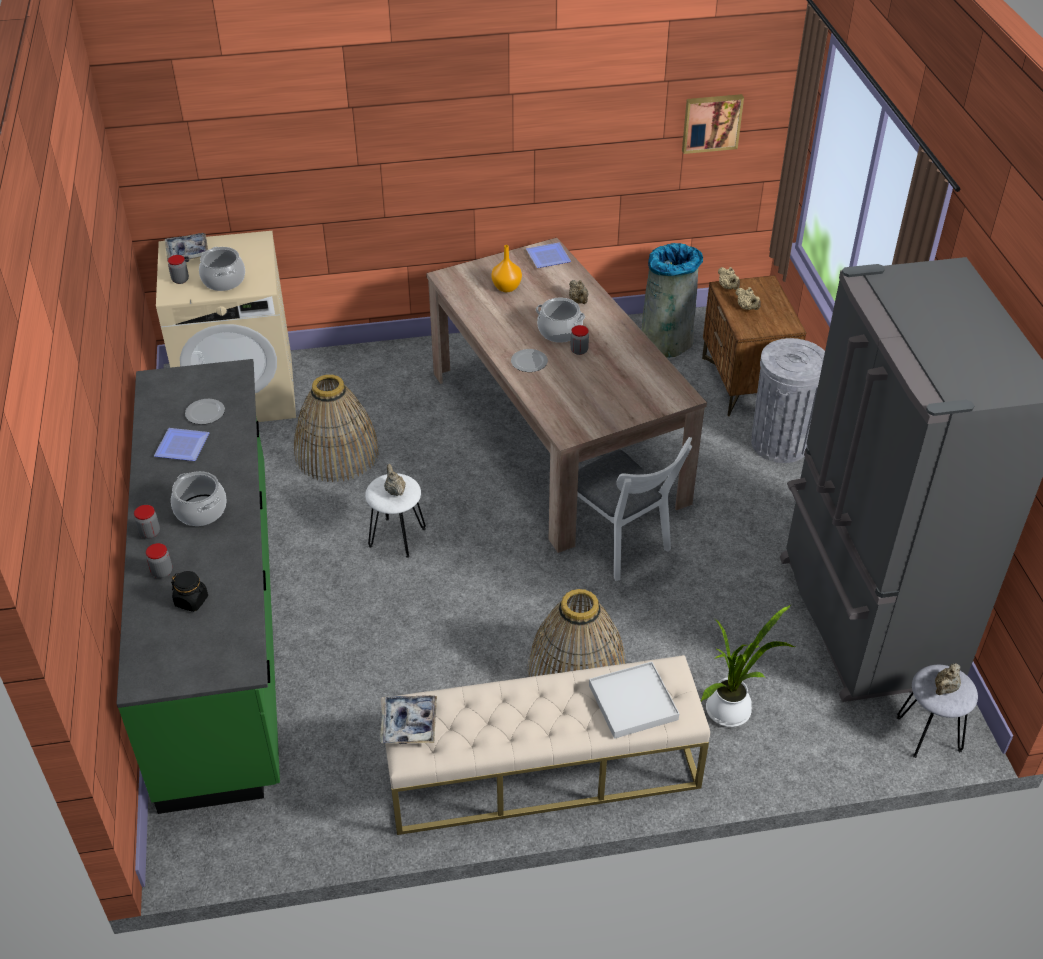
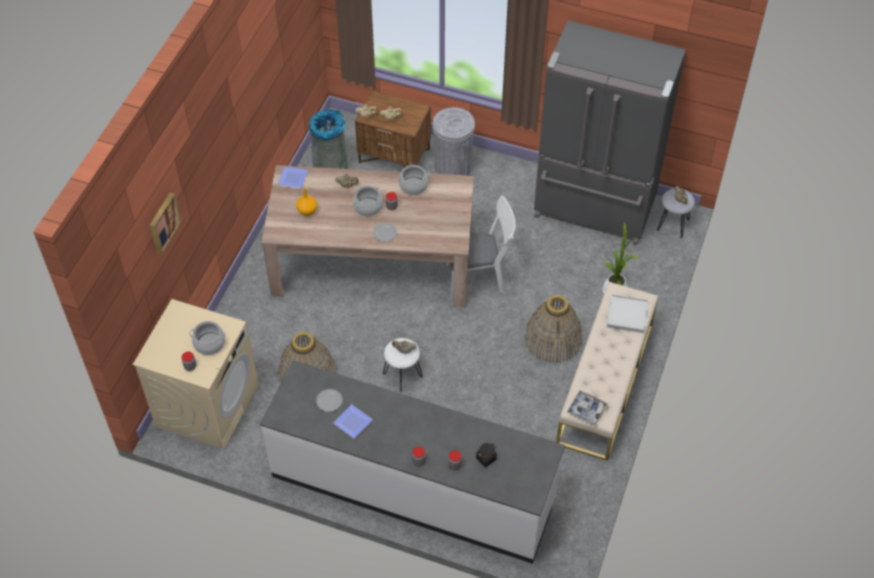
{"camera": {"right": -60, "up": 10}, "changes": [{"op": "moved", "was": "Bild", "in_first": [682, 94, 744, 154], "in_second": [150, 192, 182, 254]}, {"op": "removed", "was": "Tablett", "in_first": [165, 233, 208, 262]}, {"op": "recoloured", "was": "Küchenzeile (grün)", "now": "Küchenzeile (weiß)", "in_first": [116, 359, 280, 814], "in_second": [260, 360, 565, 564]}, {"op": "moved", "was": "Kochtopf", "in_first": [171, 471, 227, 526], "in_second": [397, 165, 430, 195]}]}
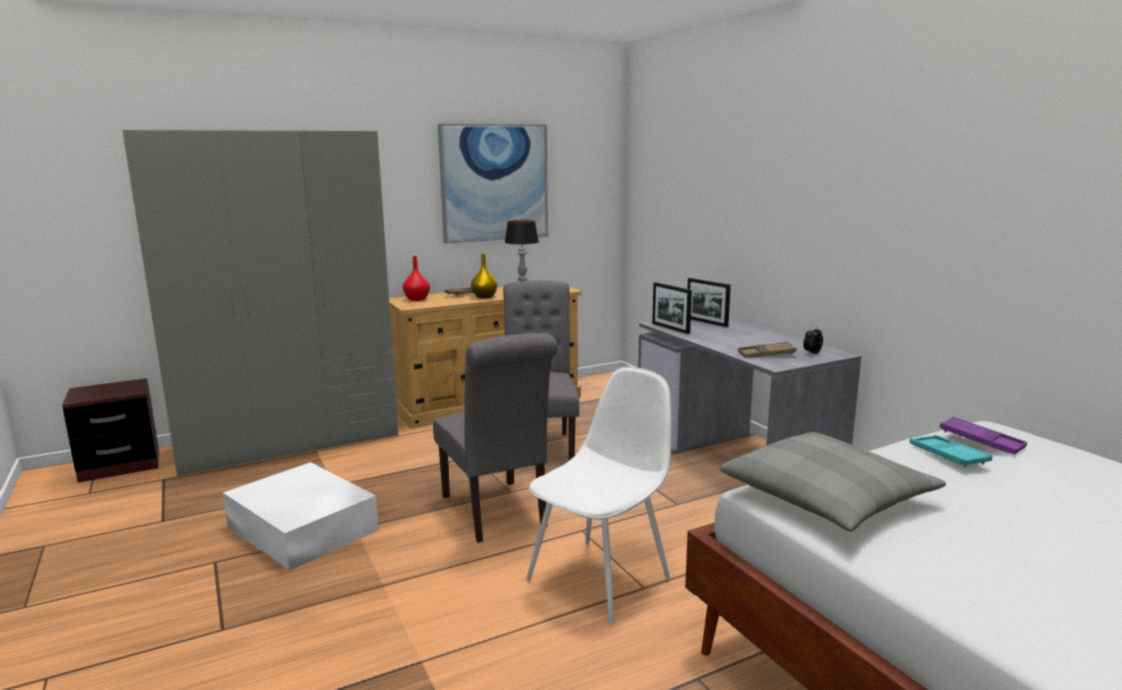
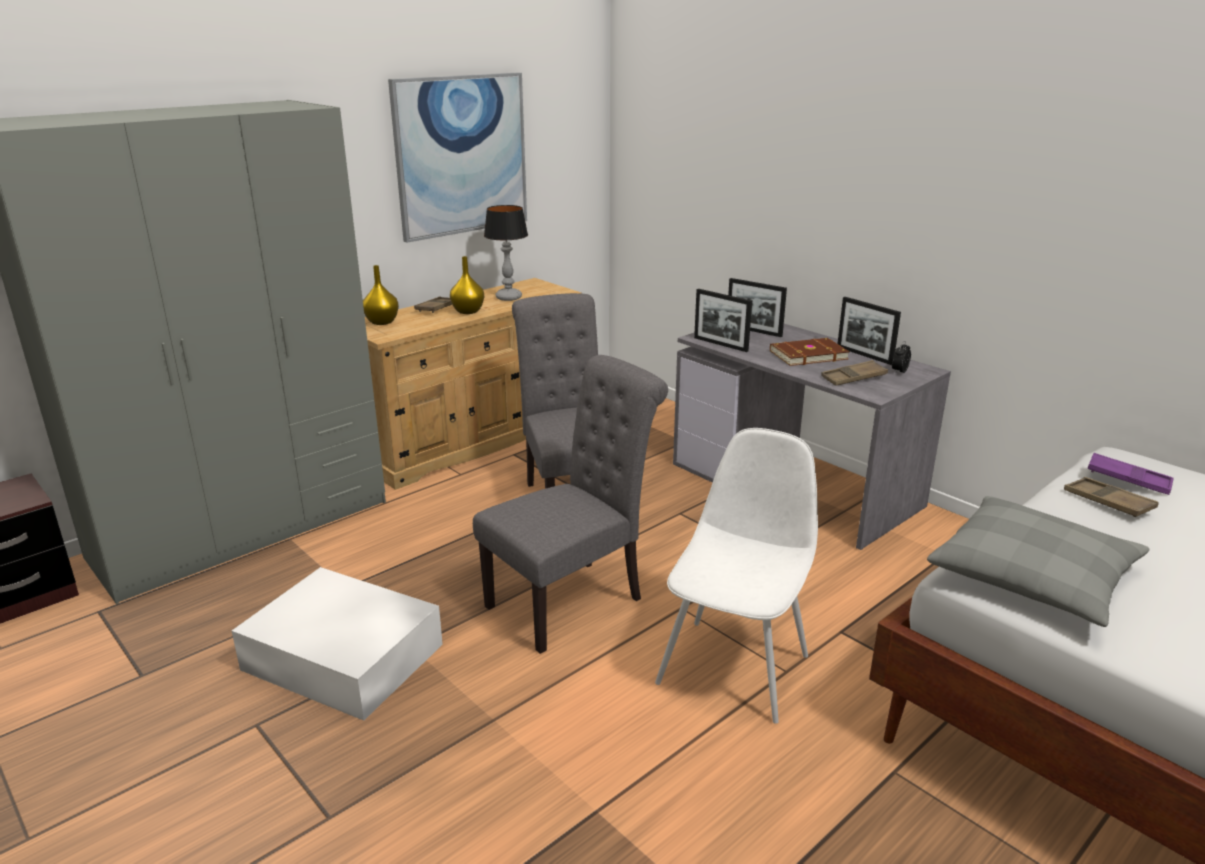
{"camera": {"right": -15, "up": 10}, "changes": [{"op": "recoloured", "was": "Vase (rot)", "now": "Vase (gelb)", "in_first": [403, 256, 430, 301], "in_second": [363, 265, 399, 325]}, {"op": "turned", "was": "Stuhl (grau)", "in_first": [433, 333, 558, 543], "in_second": [473, 355, 668, 654], "clockwise": -90}, {"op": "recoloured", "was": "Tablett (türkis)", "now": "Tablett (braun)", "in_first": [910, 435, 992, 467], "in_second": [1064, 477, 1159, 517]}, {"op": "added", "now": "Bilderrahmen", "in_second": [838, 297, 901, 365]}, {"op": "added", "now": "Buch (braun)", "in_second": [770, 338, 850, 366]}]}
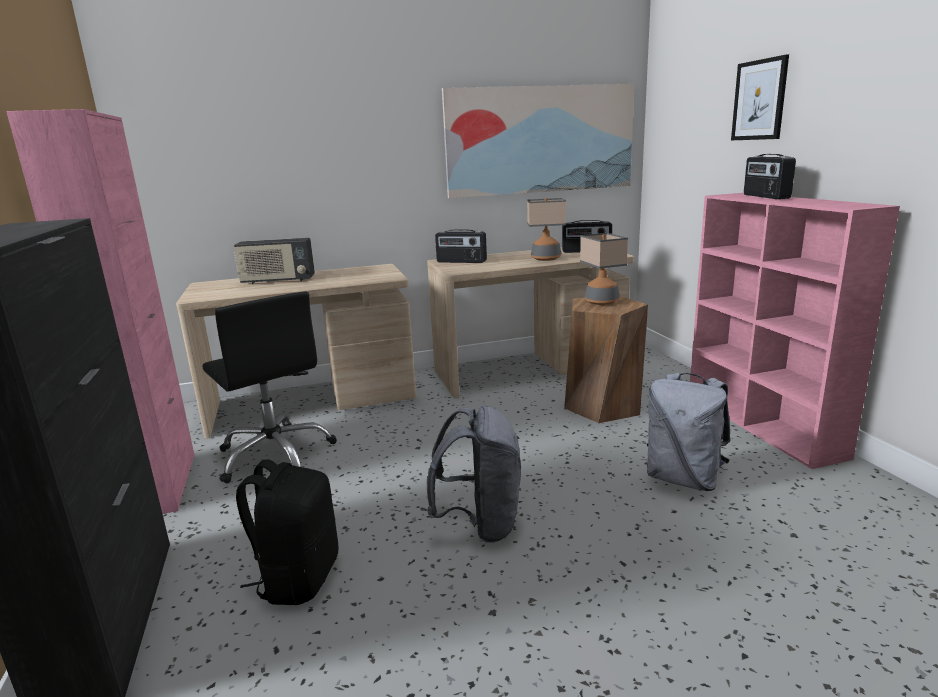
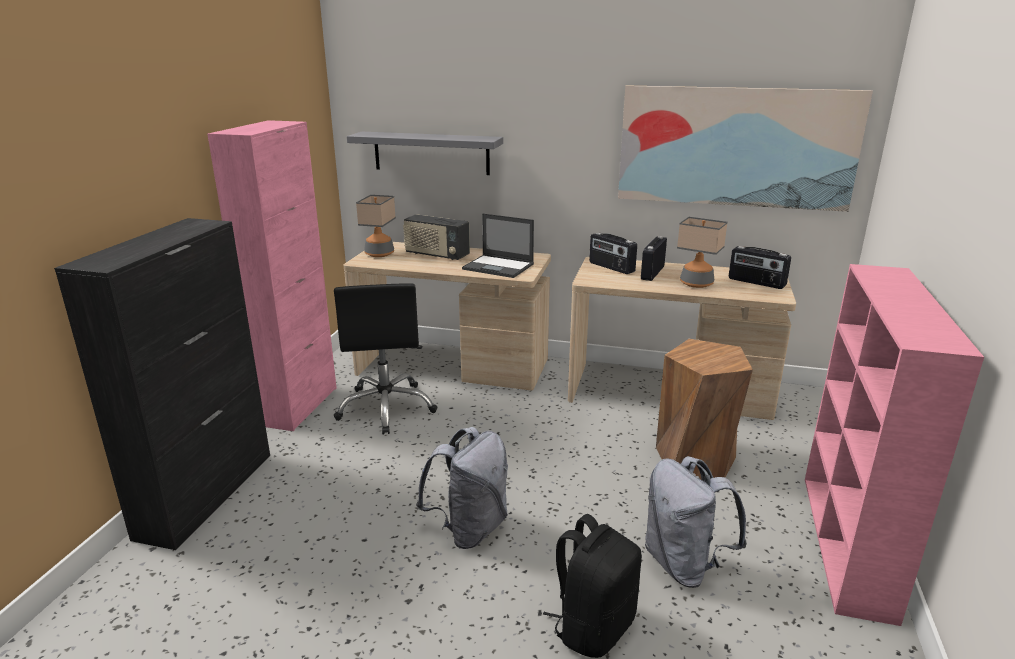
{"camera": {"right": 30, "up": 5}, "changes": [{"op": "removed", "was": "Bild", "in_first": [731, 55, 789, 140]}, {"op": "moved", "was": "Radio", "in_first": [744, 154, 796, 199], "in_second": [641, 236, 667, 281]}, {"op": "moved", "was": "Tischlampe", "in_first": [580, 233, 628, 305], "in_second": [356, 195, 396, 257]}, {"op": "moved", "was": "Rucksack (schwarz)", "in_first": [236, 459, 338, 605], "in_second": [543, 514, 642, 658]}, {"op": "added", "now": "Wandregal (grau)", "in_second": [347, 132, 503, 175]}, {"op": "added", "now": "Laptop", "in_second": [462, 213, 534, 278]}]}
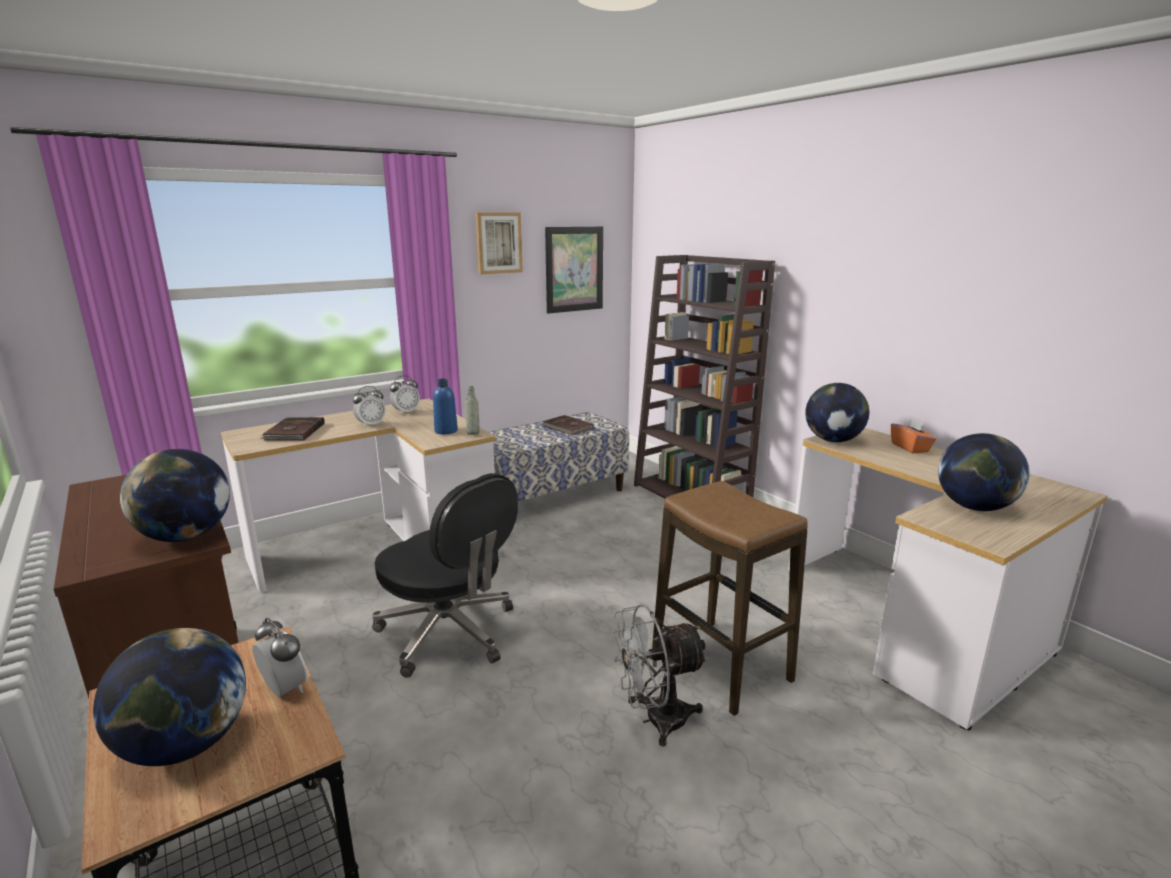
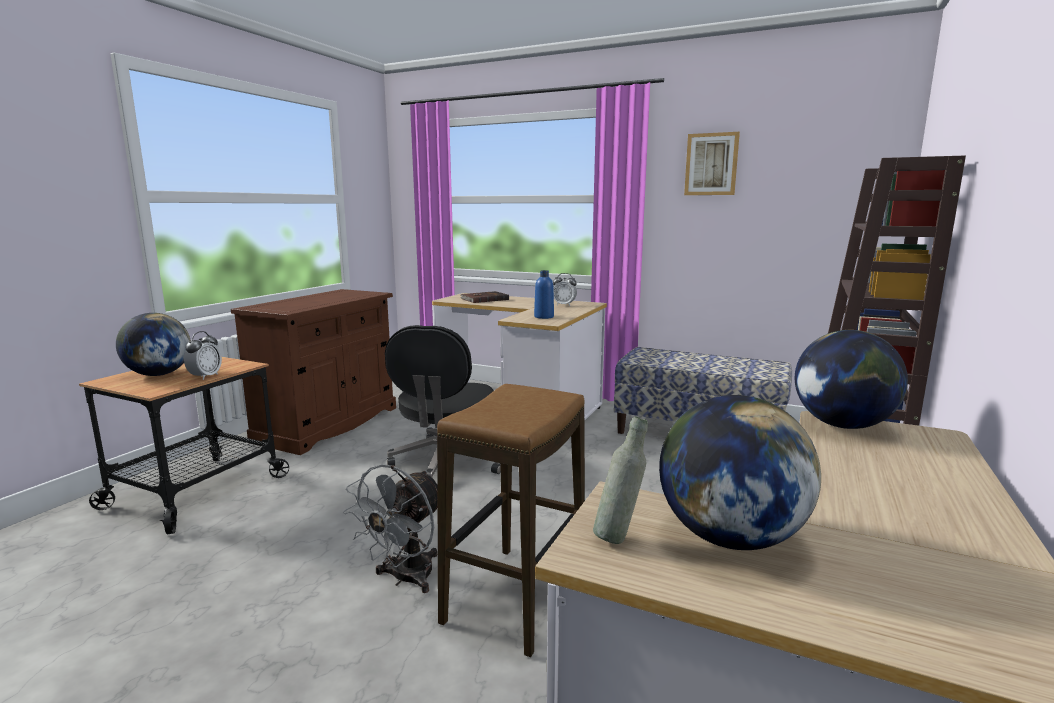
{"camera": {"right": 60, "up": -5}, "changes": [{"op": "removed", "was": "Bild", "in_first": [545, 227, 603, 314]}, {"op": "removed", "was": "Wecker", "in_first": [353, 386, 385, 428]}, {"op": "moved", "was": "Flasche (grau)", "in_first": [465, 386, 480, 435], "in_second": [593, 416, 648, 544]}, {"op": "removed", "was": "Buch (braun)", "in_first": [542, 415, 593, 435]}, {"op": "removed", "was": "Taschentuchbox (orange)", "in_first": [891, 417, 936, 453]}, {"op": "removed", "was": "Globus", "in_first": [120, 449, 230, 542]}, {"op": "turned", "was": "Ventilator (grau)", "in_first": [612, 603, 709, 746], "in_second": [343, 464, 438, 593], "clockwise": -105}]}
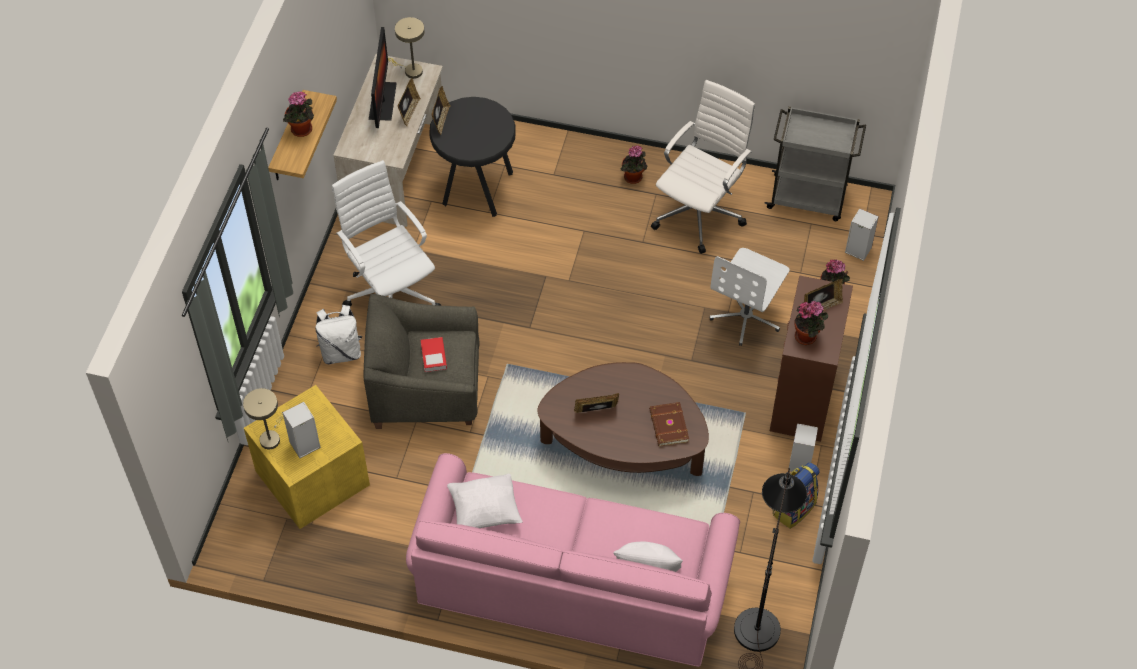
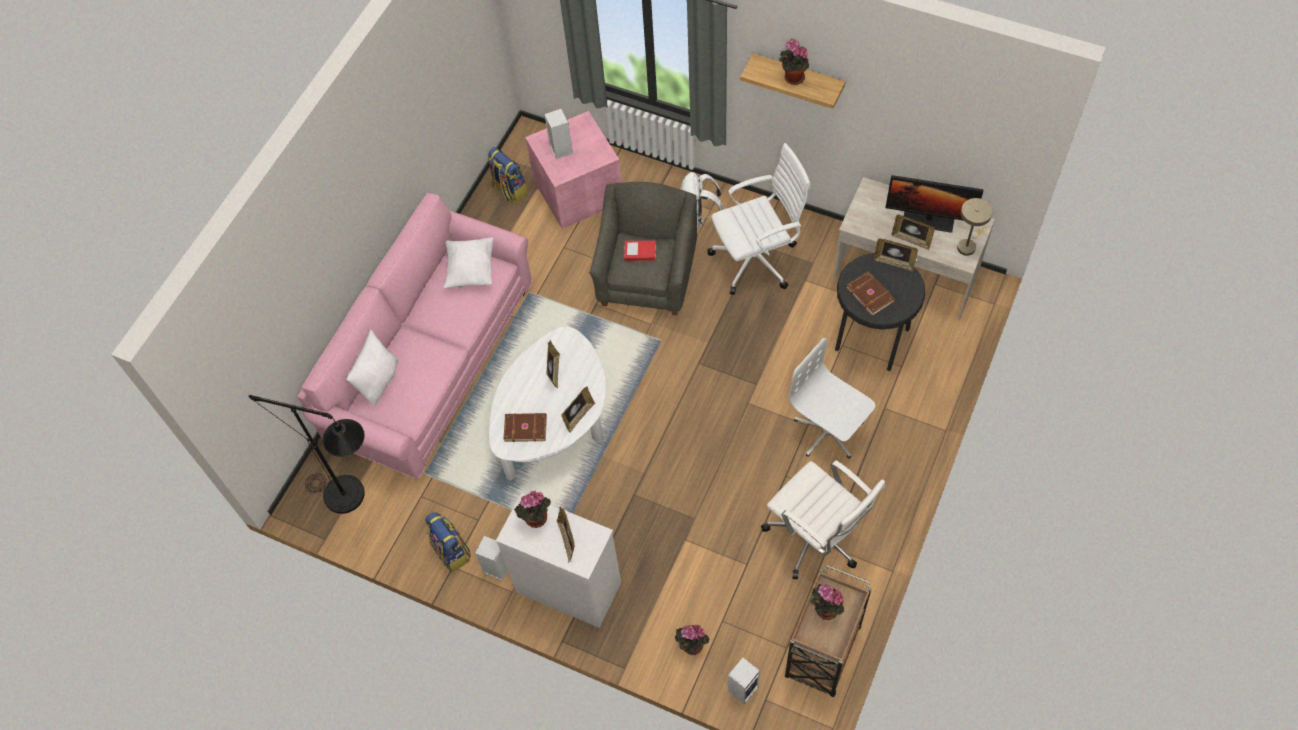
{"camera": {"right": 105, "up": 5}, "changes": [{"op": "recoloured", "was": "Rollwagen (grau)", "now": "Rollwagen (braun)", "in_first": [764, 106, 866, 221], "in_second": [785, 565, 872, 697]}, {"op": "moved", "was": "Topfpflanze", "in_first": [620, 145, 647, 184], "in_second": [810, 584, 844, 620]}, {"op": "moved", "was": "Bürostuhl (weiß)", "in_first": [709, 248, 790, 346], "in_second": [789, 338, 875, 459]}, {"op": "recoloured", "was": "Kommode (braun)", "now": "Kommode (weiß)", "in_first": [770, 275, 853, 442], "in_second": [496, 493, 621, 628]}, {"op": "recoloured", "was": "Couchtisch (braun)", "now": "Couchtisch (weiß)", "in_first": [538, 362, 709, 476], "in_second": [489, 327, 606, 481]}, {"op": "recoloured", "was": "Aufbewahrungsbox (gelb)", "now": "Aufbewahrungsbox (rosa)", "in_first": [244, 385, 370, 529], "in_second": [525, 111, 622, 229]}, {"op": "removed", "was": "Tischlampe (beige)", "in_first": [243, 388, 284, 449]}, {"op": "added", "now": "Rucksack", "in_second": [487, 147, 528, 203]}, {"op": "added", "now": "Buch (braun)", "in_second": [846, 271, 895, 316]}, {"op": "added", "now": "Bilderrahmen", "in_second": [562, 386, 595, 433]}]}
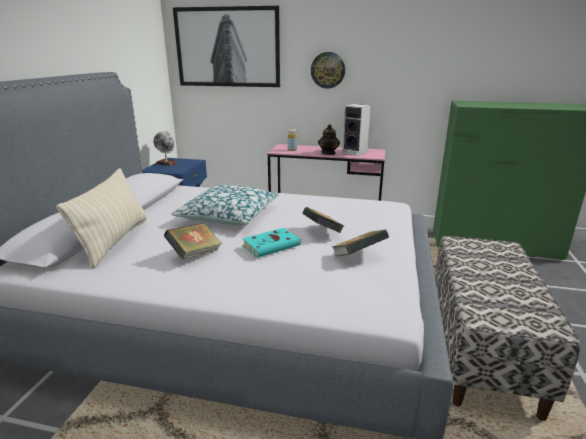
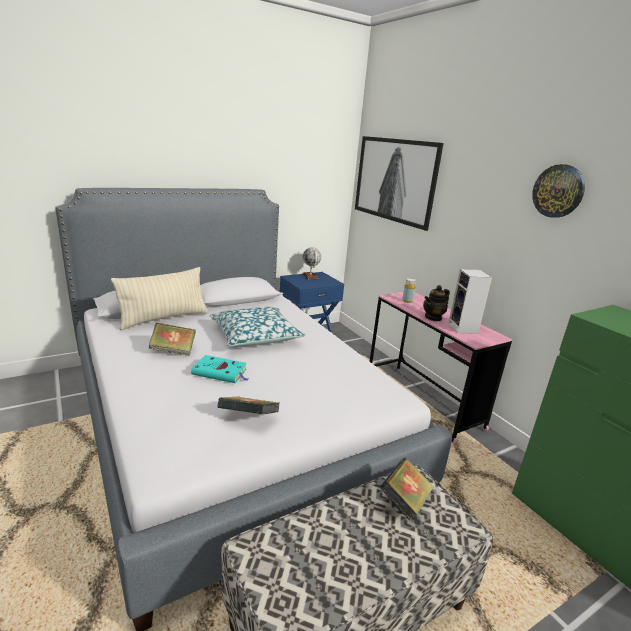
{"camera": {"right": 45, "up": 0}, "changes": [{"op": "moved", "was": "Wanduhr", "in_first": [311, 52, 345, 89], "in_second": [532, 164, 585, 218]}, {"op": "moved", "was": "Buch", "in_first": [303, 207, 344, 233], "in_second": [380, 458, 434, 521]}]}
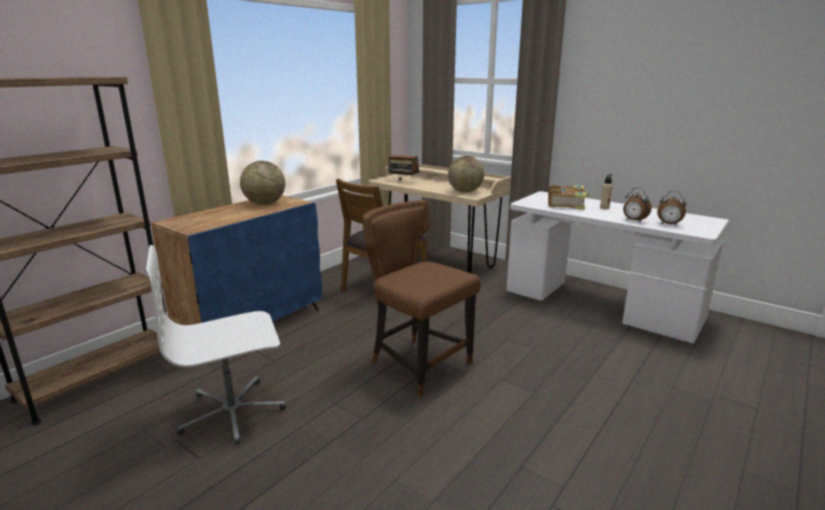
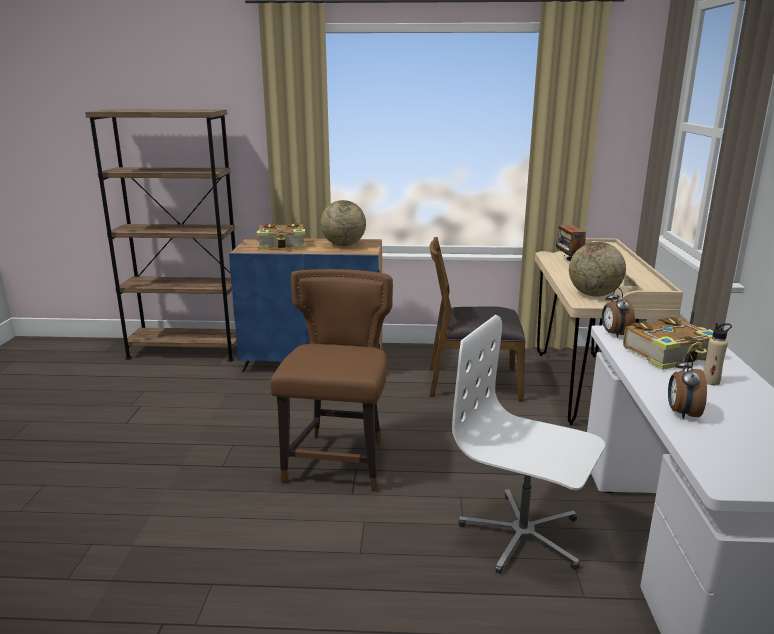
{"camera": {"right": 55, "up": 0}, "changes": [{"op": "moved", "was": "Wecker", "in_first": [657, 191, 686, 226], "in_second": [602, 287, 635, 338]}, {"op": "moved", "was": "Bürostuhl (weiß)", "in_first": [146, 245, 286, 445], "in_second": [452, 315, 605, 574]}, {"op": "added", "now": "Buch", "in_second": [257, 223, 306, 250]}]}
